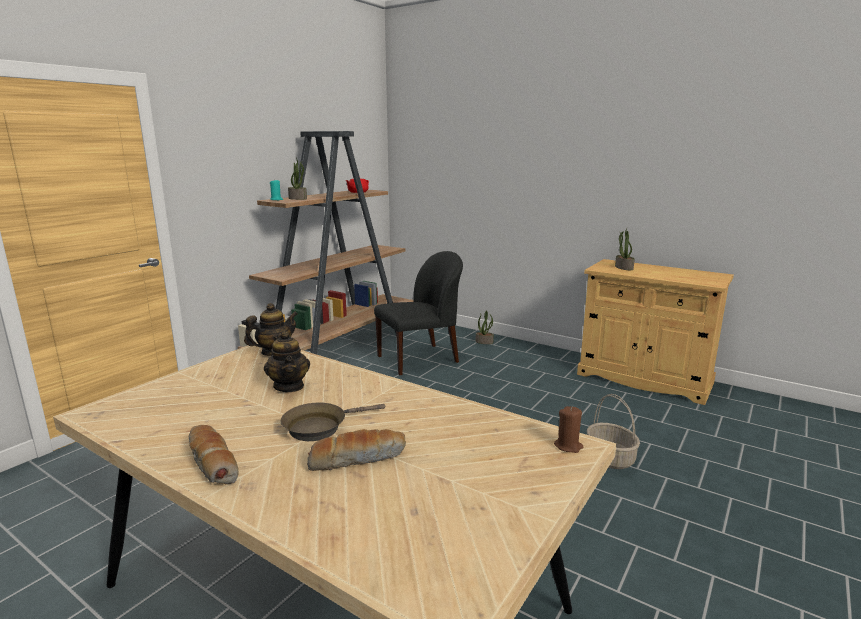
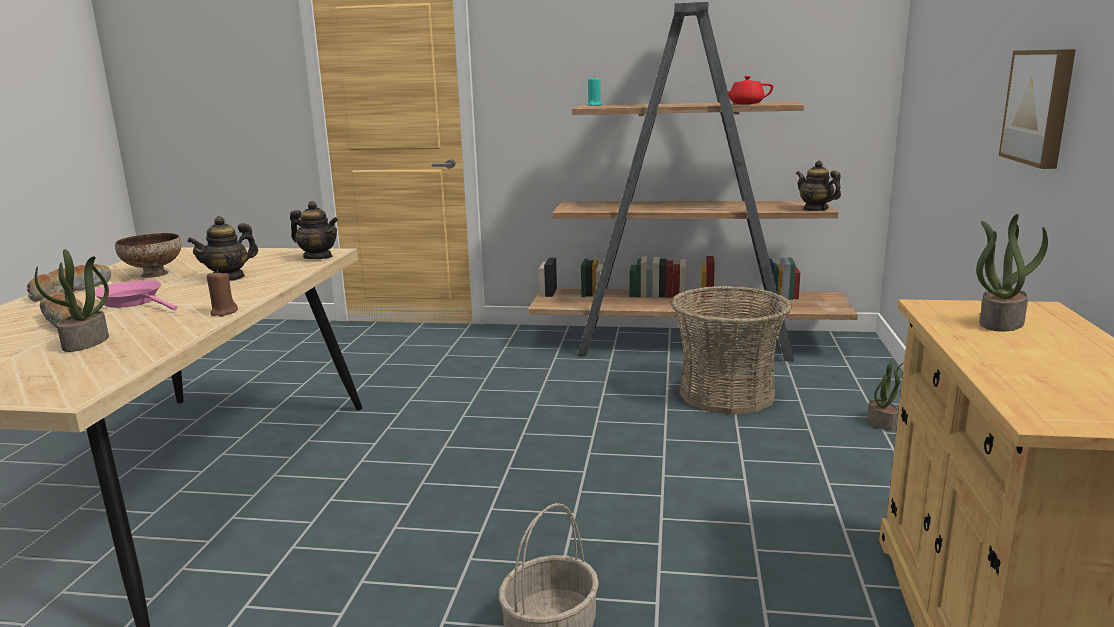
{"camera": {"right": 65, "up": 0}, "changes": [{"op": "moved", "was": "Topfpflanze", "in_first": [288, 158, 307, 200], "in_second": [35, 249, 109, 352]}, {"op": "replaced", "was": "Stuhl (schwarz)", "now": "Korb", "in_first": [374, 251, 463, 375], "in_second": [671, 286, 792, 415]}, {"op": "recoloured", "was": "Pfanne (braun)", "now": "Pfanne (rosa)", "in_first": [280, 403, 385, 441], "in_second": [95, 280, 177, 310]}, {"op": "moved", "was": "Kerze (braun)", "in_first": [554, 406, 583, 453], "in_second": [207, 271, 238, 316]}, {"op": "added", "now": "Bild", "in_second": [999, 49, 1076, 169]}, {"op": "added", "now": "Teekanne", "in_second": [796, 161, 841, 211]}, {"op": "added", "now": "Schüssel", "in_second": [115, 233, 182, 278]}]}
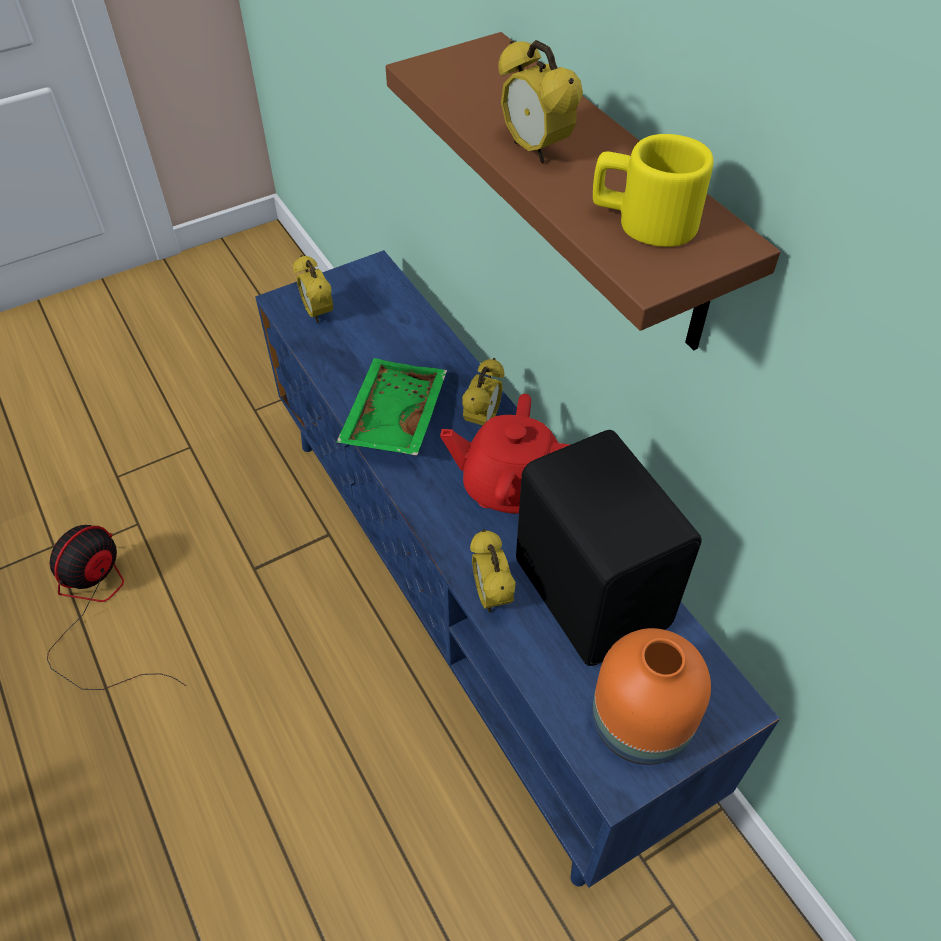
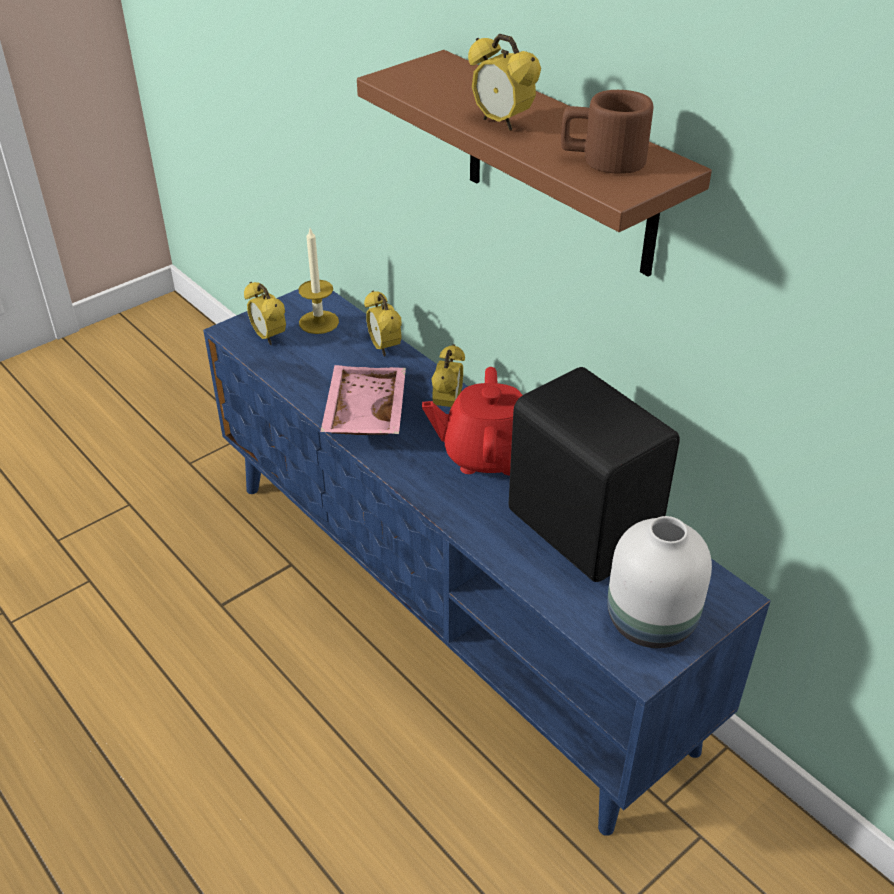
{"camera": {"right": -10, "up": -10}, "changes": [{"op": "recoloured", "was": "Henkelbecher (gelb)", "now": "Henkelbecher (braun)", "in_first": [593, 134, 713, 247], "in_second": [561, 90, 653, 174]}, {"op": "recoloured", "was": "Tablett (grün)", "now": "Tablett (rosa)", "in_first": [336, 358, 447, 456], "in_second": [320, 365, 406, 435]}, {"op": "removed", "was": "Ventilator", "in_first": [47, 525, 187, 690]}, {"op": "moved", "was": "Wecker", "in_first": [470, 529, 516, 612], "in_second": [364, 290, 402, 356]}, {"op": "recoloured", "was": "Vase (orange)", "now": "Vase (weiß)", "in_first": [593, 628, 711, 765], "in_second": [607, 516, 712, 648]}, {"op": "added", "now": "Kerze", "in_second": [299, 228, 339, 334]}]}
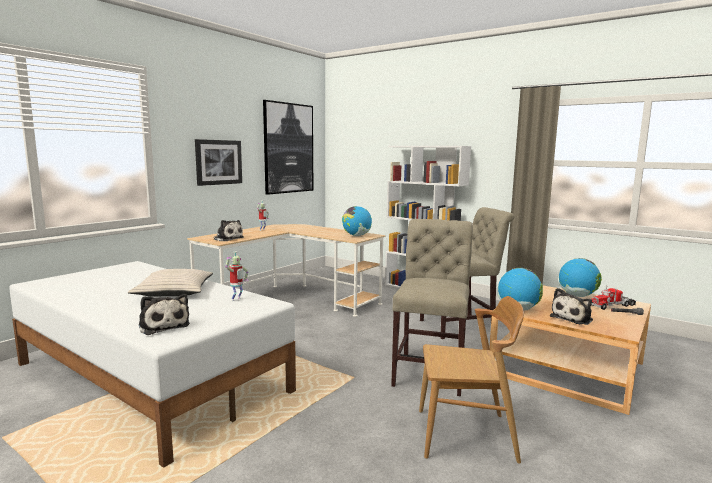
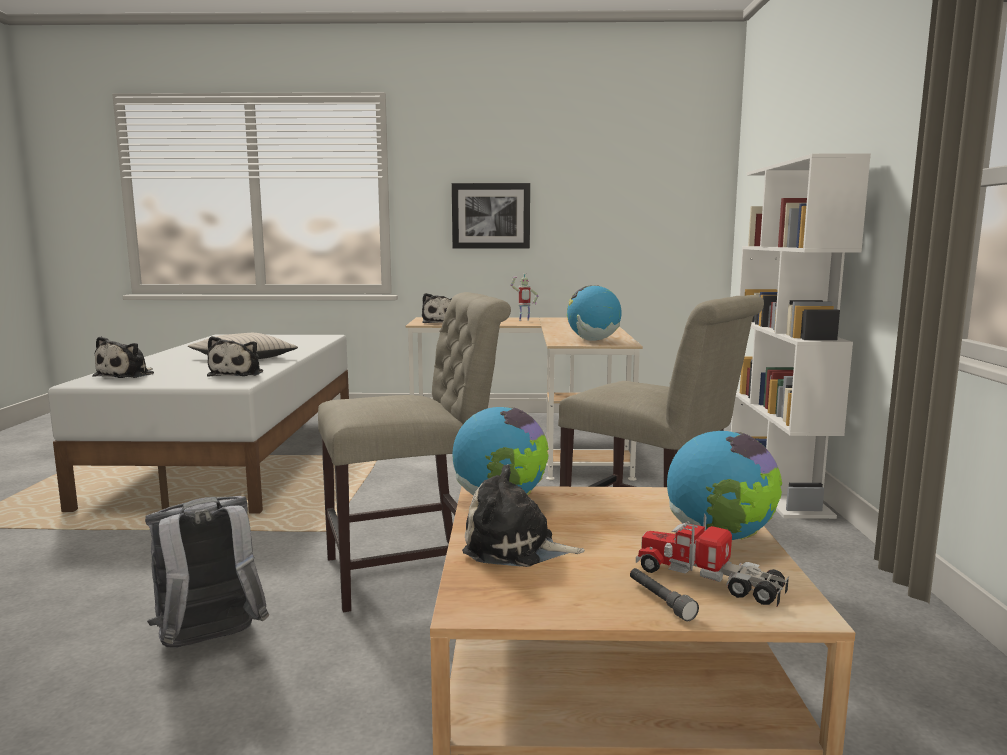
{"camera": {"right": 55, "up": 0}, "changes": [{"op": "removed", "was": "Bild", "in_first": [263, 100, 313, 195]}, {"op": "replaced", "was": "Spielzeugroboter", "now": "Plüschtier", "in_first": [225, 251, 248, 301], "in_second": [207, 336, 263, 377]}, {"op": "replaced", "was": "Stuhl (braun)", "now": "Rucksack (grau)", "in_first": [419, 296, 524, 464], "in_second": [145, 496, 269, 648]}]}
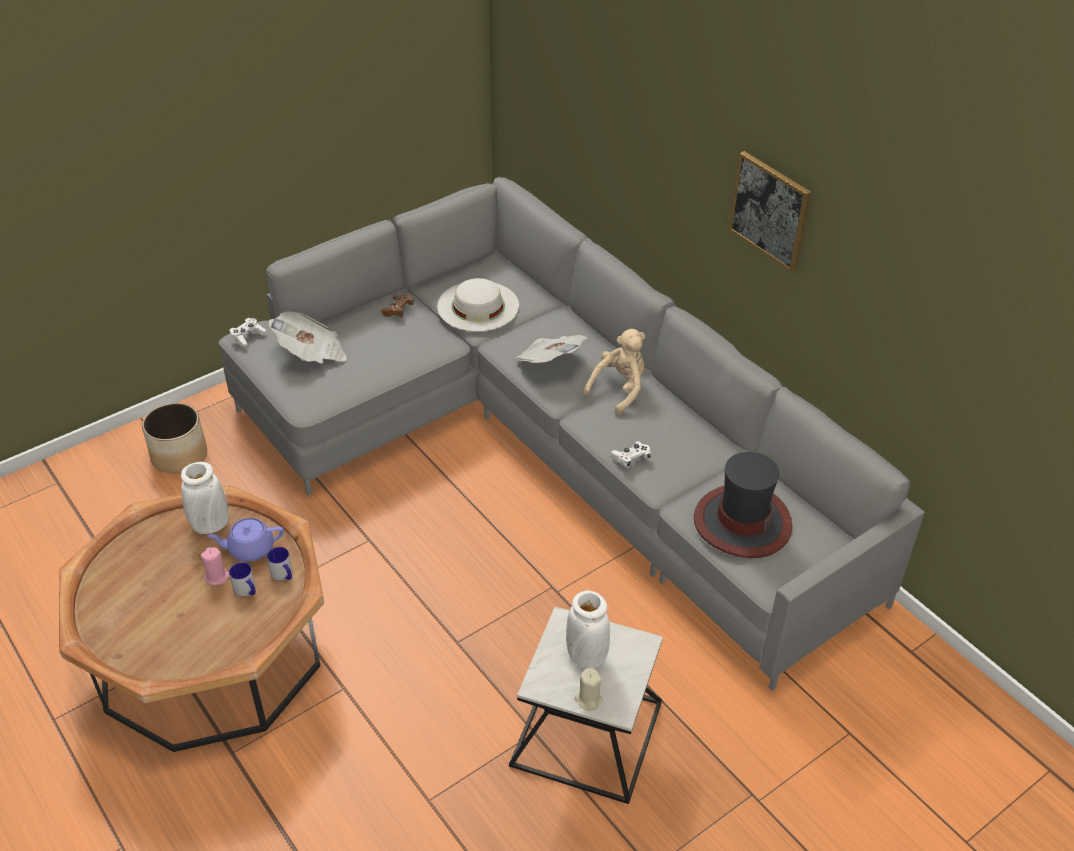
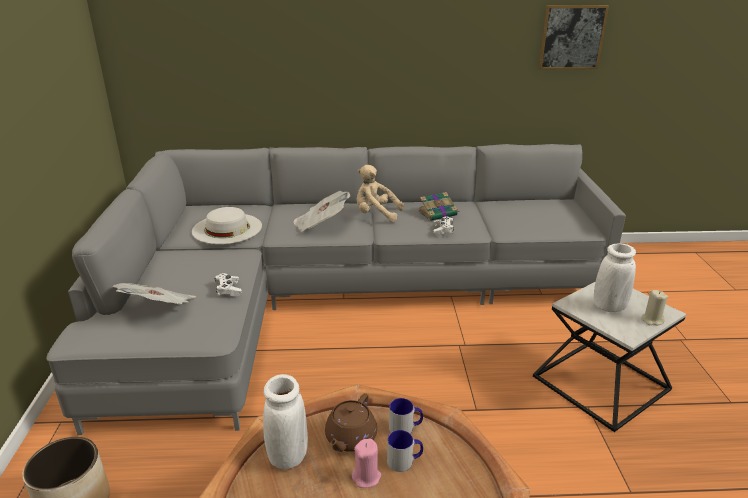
{"camera": {"right": -55, "up": -15}, "changes": [{"op": "moved", "was": "Bild", "in_first": [729, 151, 811, 272], "in_second": [538, 5, 609, 70]}, {"op": "removed", "was": "Gamepad (braun)", "in_first": [381, 294, 414, 317]}, {"op": "moved", "was": "Gamepad (weiß)", "in_first": [229, 318, 266, 348], "in_second": [214, 273, 242, 297]}, {"op": "turned", "was": "Plüschtier (beige)", "in_first": [584, 329, 645, 415], "in_second": [357, 165, 404, 222], "clockwise": -60}, {"op": "removed", "was": "Hut", "in_first": [694, 452, 792, 558]}, {"op": "recoloured", "was": "Teekanne (lila)", "now": "Teekanne (braun)", "in_first": [207, 518, 284, 562], "in_second": [325, 393, 377, 452]}, {"op": "added", "now": "Buch", "in_second": [418, 192, 460, 221]}]}
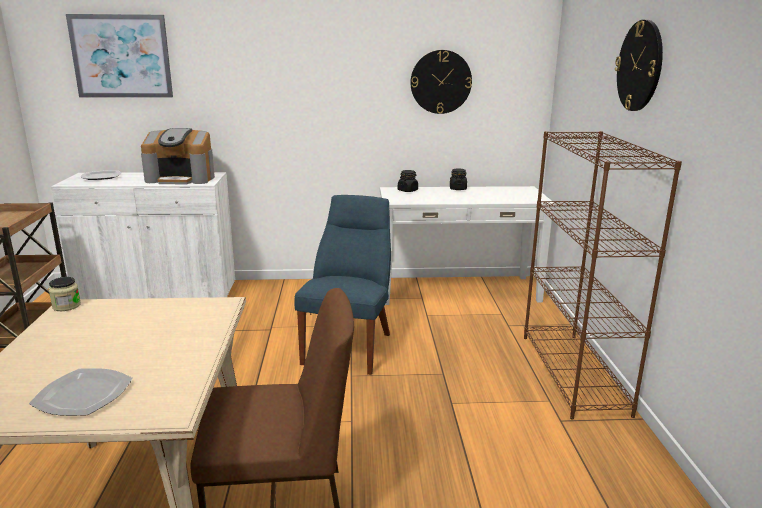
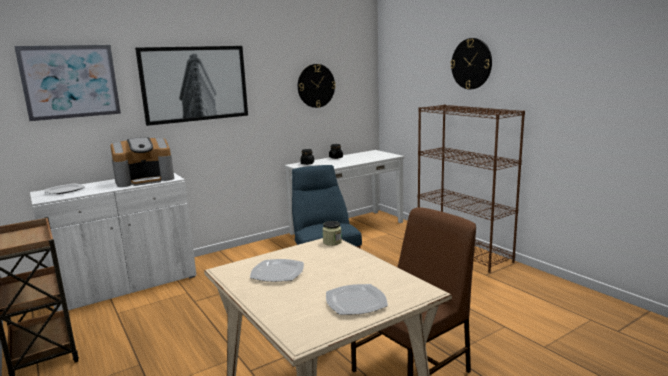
{"camera": {"right": -30, "up": -5}, "changes": [{"op": "moved", "was": "Vorratsglas", "in_first": [48, 277, 81, 311], "in_second": [322, 221, 342, 246]}, {"op": "added", "now": "Bild", "in_second": [135, 46, 248, 126]}, {"op": "added", "now": "Teller", "in_second": [250, 259, 304, 282]}]}
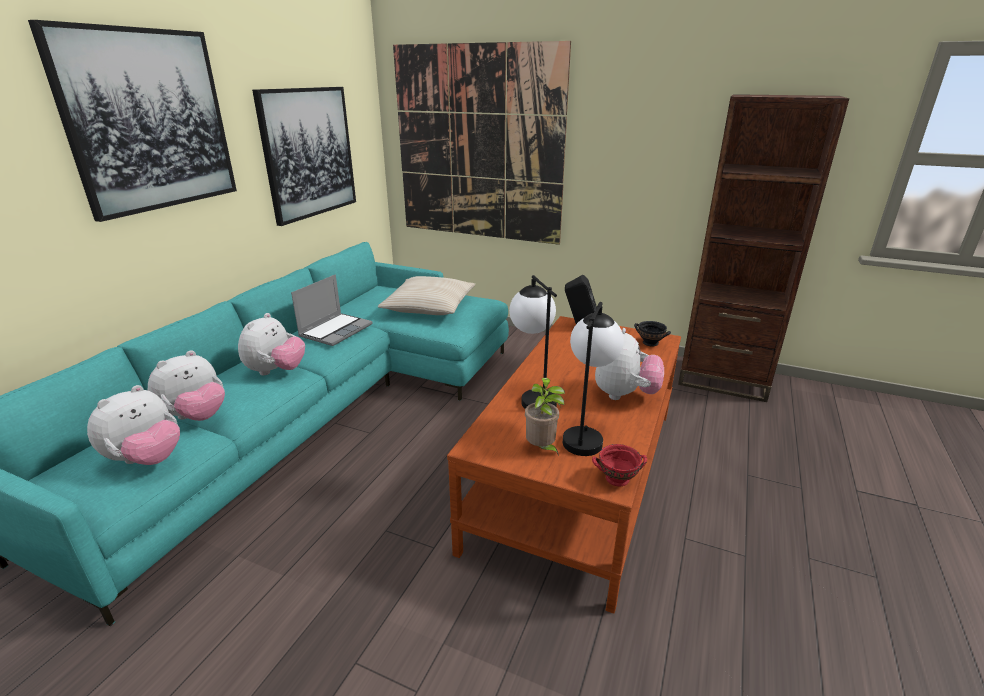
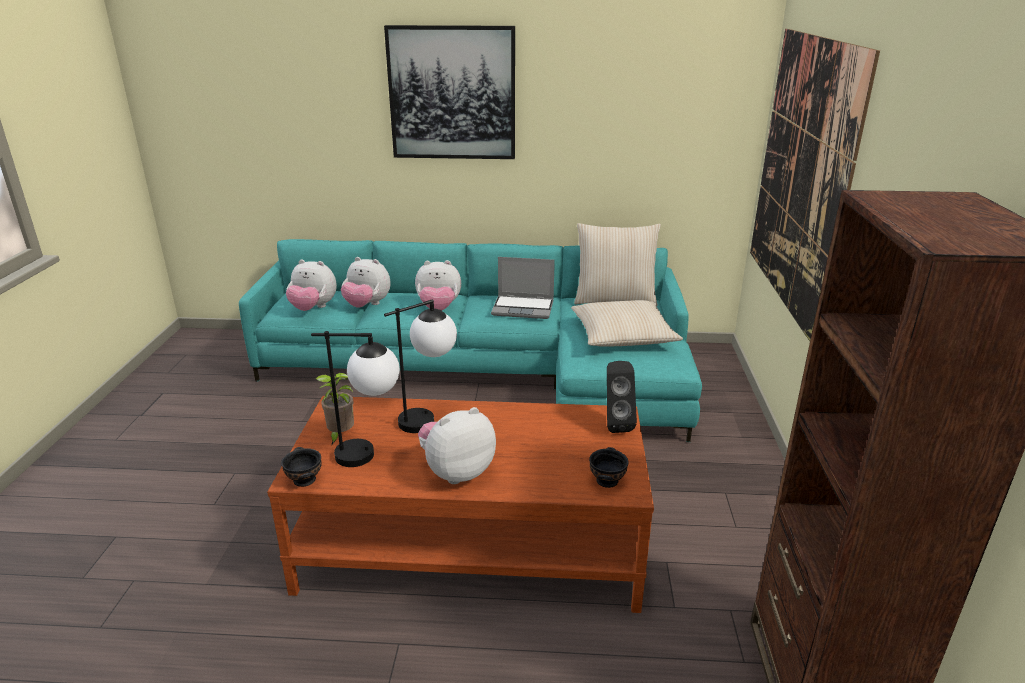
{"camera": {"right": 70, "up": 0}, "changes": [{"op": "removed", "was": "Bild", "in_first": [252, 87, 356, 226]}, {"op": "turned", "was": "Plüschtier", "in_first": [595, 328, 664, 400], "in_second": [418, 407, 496, 484], "clockwise": 150}, {"op": "recoloured", "was": "Schüssel (rot)", "now": "Schüssel (schwarz)", "in_first": [592, 444, 647, 486], "in_second": [281, 447, 322, 487]}, {"op": "added", "now": "Kissen (beige)", "in_second": [574, 223, 661, 306]}]}
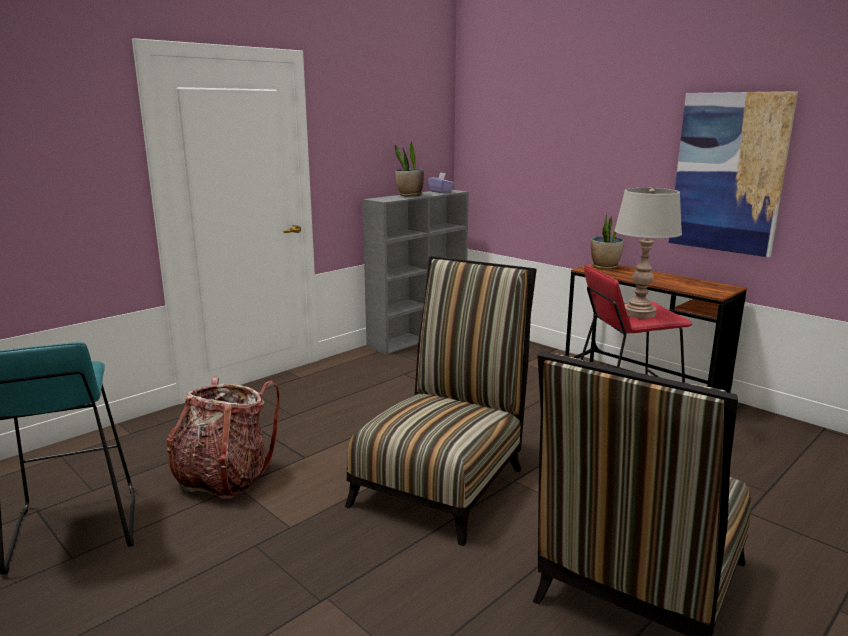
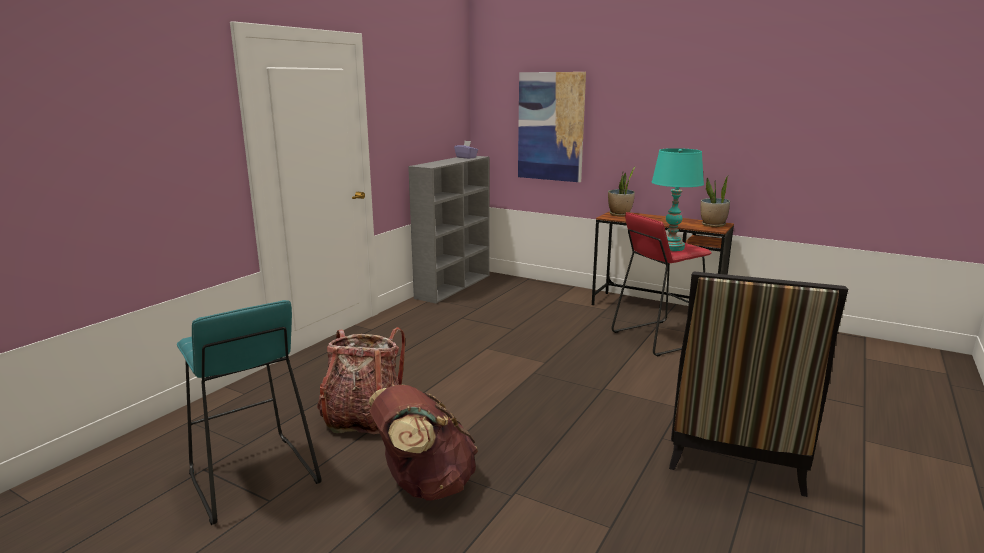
{"camera": {"right": -15, "up": 0}, "changes": [{"op": "moved", "was": "Bild", "in_first": [669, 91, 798, 257], "in_second": [518, 72, 586, 182]}, {"op": "moved", "was": "Topfpflanze", "in_first": [395, 141, 424, 196], "in_second": [701, 176, 730, 227]}, {"op": "recoloured", "was": "Tischlampe (grau)", "now": "Tischlampe (türkis)", "in_first": [614, 188, 682, 318], "in_second": [652, 148, 704, 251]}, {"op": "removed", "was": "Stuhl", "in_first": [345, 256, 537, 546]}, {"op": "added", "now": "Rucksack (braun)", "in_second": [369, 385, 478, 501]}]}
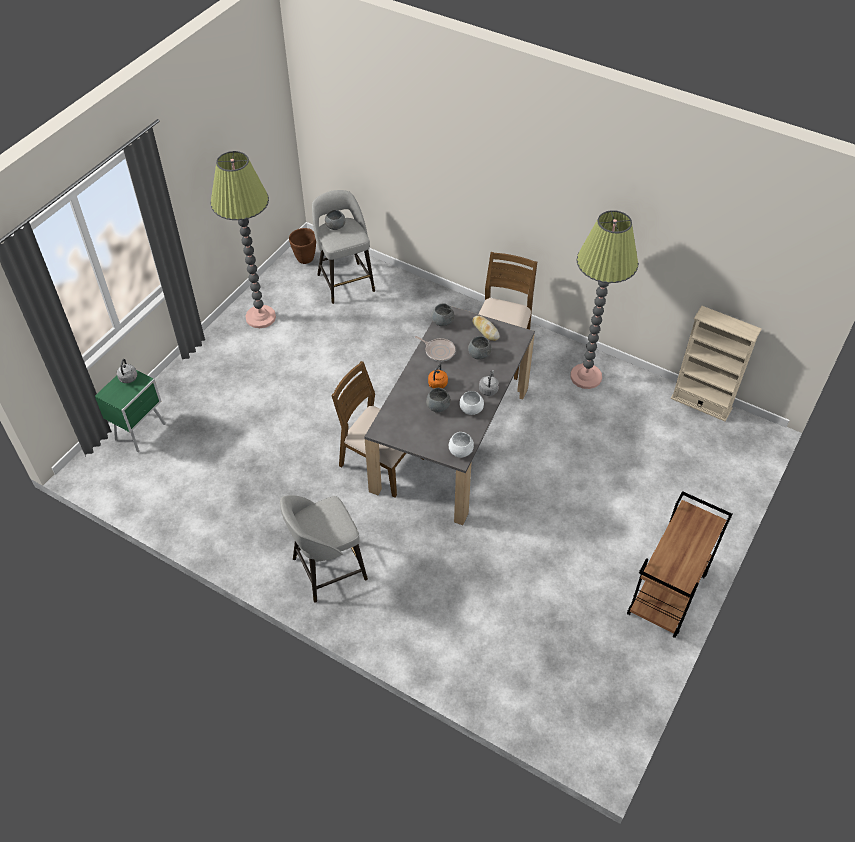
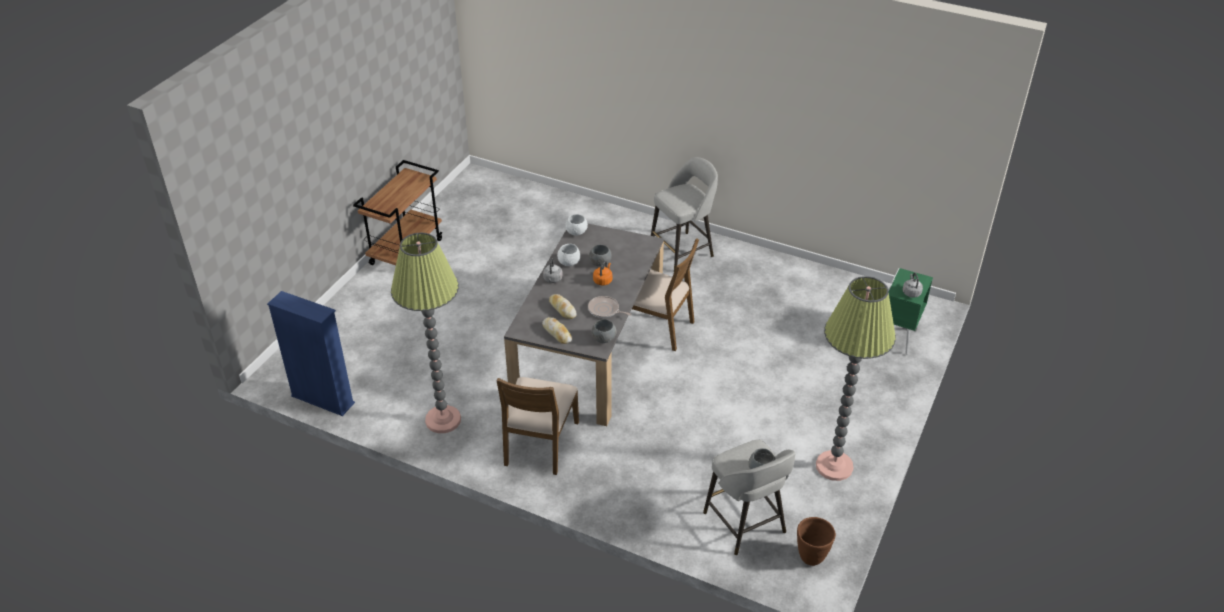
{"camera": {"right": 175, "up": -10}, "changes": [{"op": "recoloured", "was": "Bücherregal (beige)", "now": "Bücherregal (blau)", "in_first": [671, 306, 762, 422], "in_second": [267, 291, 355, 416]}, {"op": "replaced", "was": "Schüssel (grau)", "now": "Brot", "in_first": [468, 336, 492, 359], "in_second": [549, 294, 577, 319]}]}
